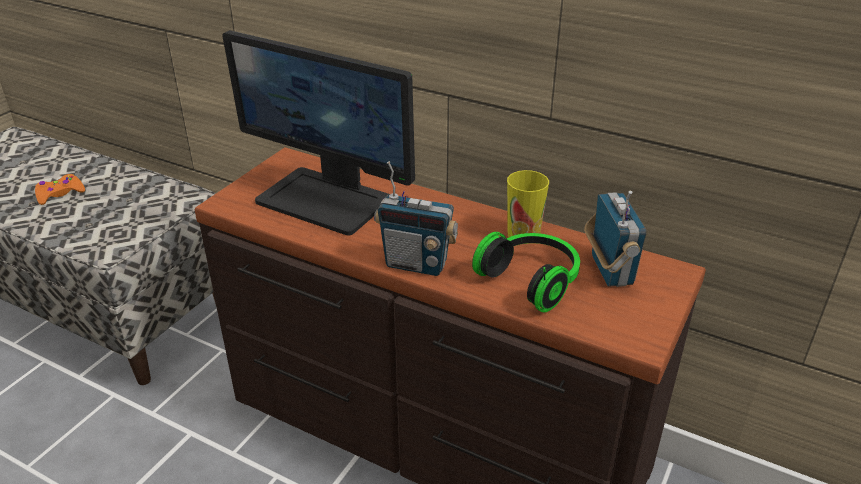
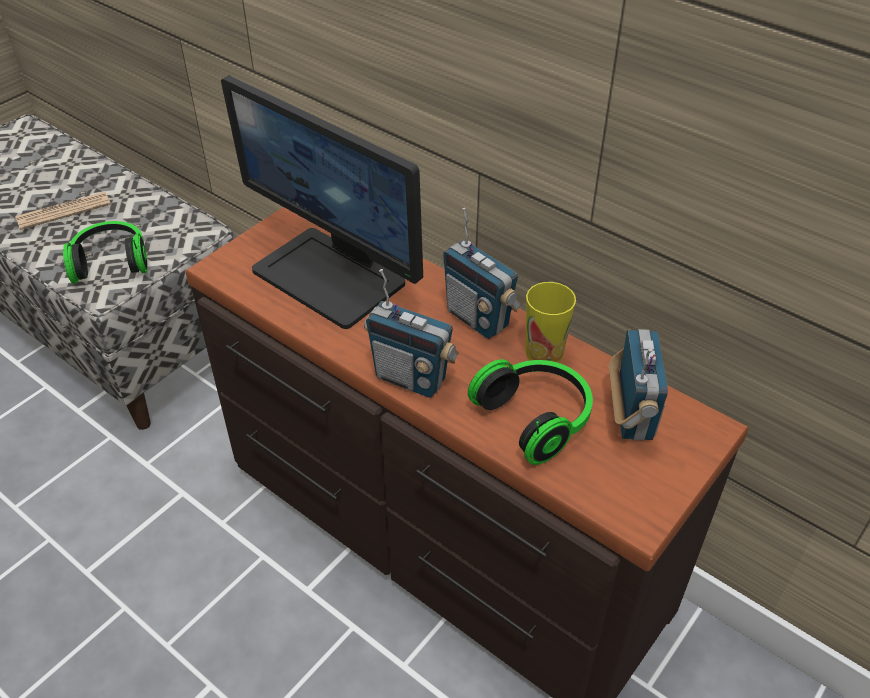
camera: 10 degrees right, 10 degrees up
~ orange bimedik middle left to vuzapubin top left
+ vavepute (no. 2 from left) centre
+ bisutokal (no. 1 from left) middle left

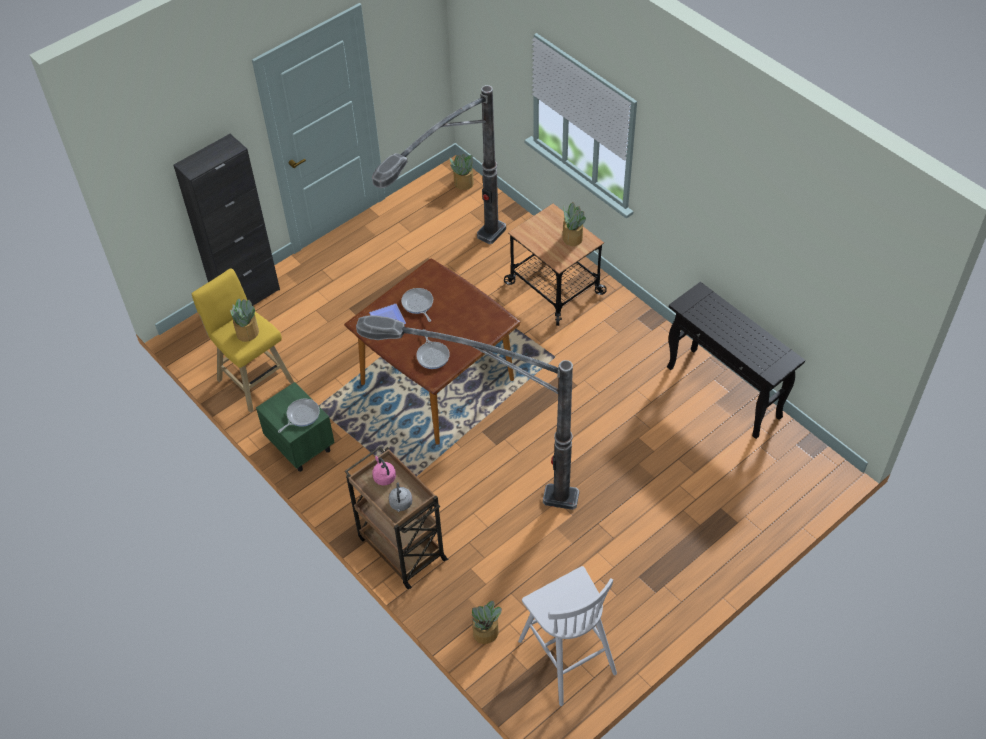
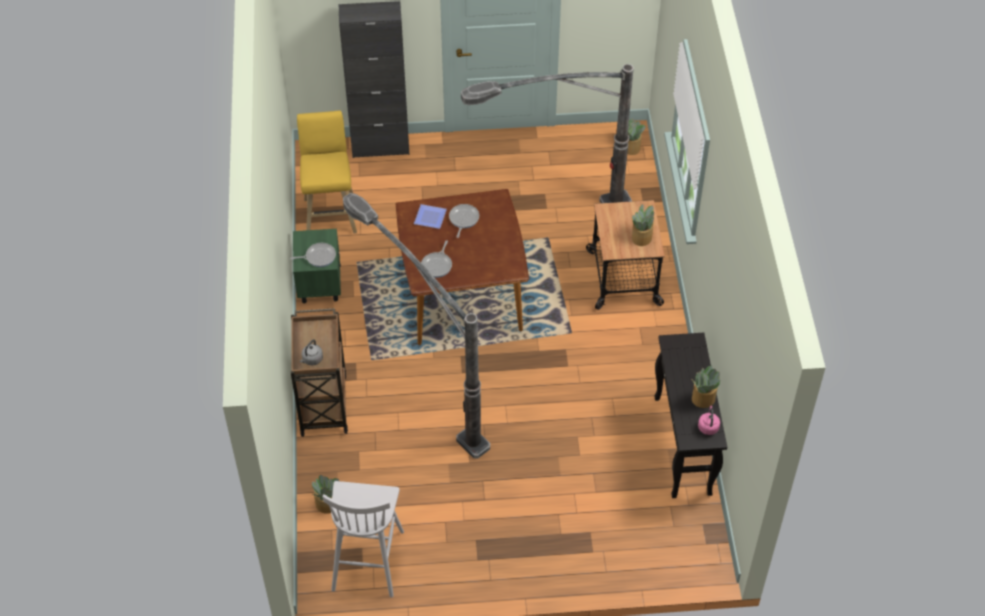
camera: 35 degrees right, 0 degrees up
~ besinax (no. 1 from left in the first image) middle left to besinax (no. 4 from left) middle right
~ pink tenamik centre to bottom right

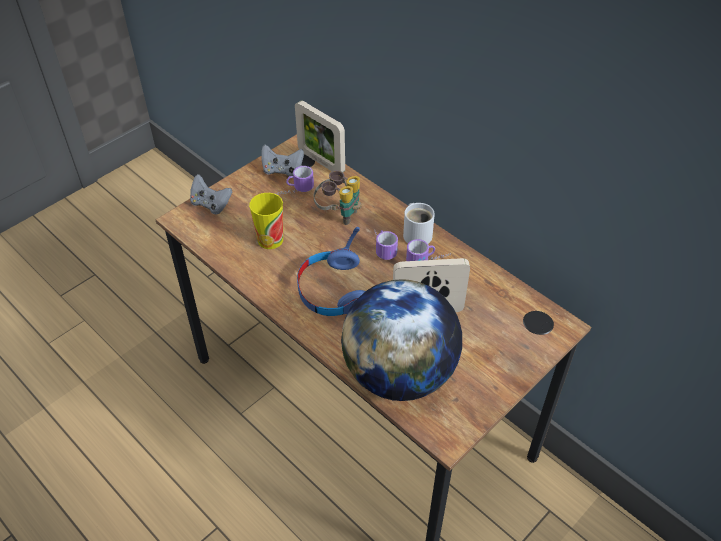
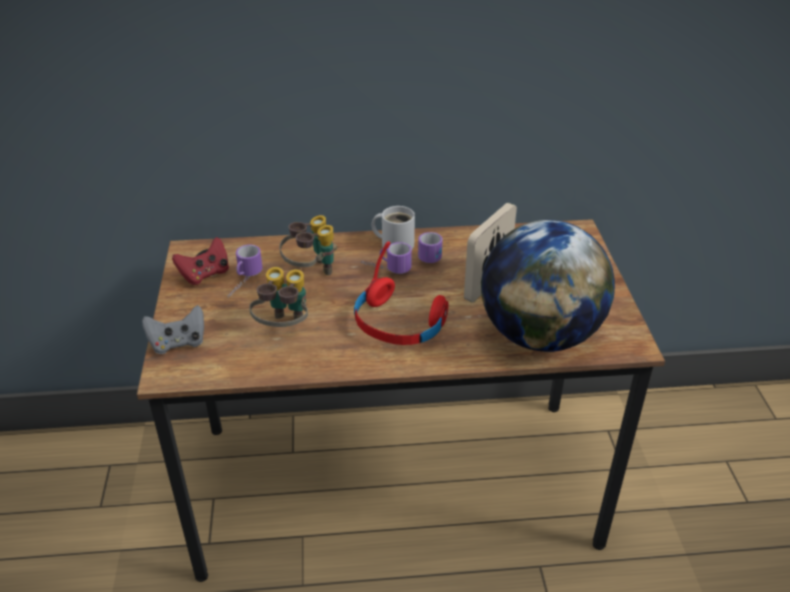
camera: 50 degrees left, 10 degrees down
- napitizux (no. 1 from left) top centre
~ grey bimedik (no. 2 from left) top centre to red bimedik middle left
~ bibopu centre to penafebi (no. 1 from left) centre
~ blue bisutokal centre to red bisutokal centre

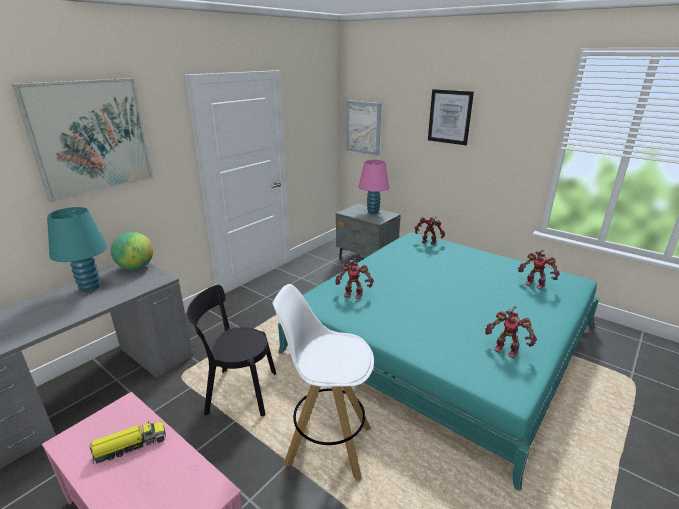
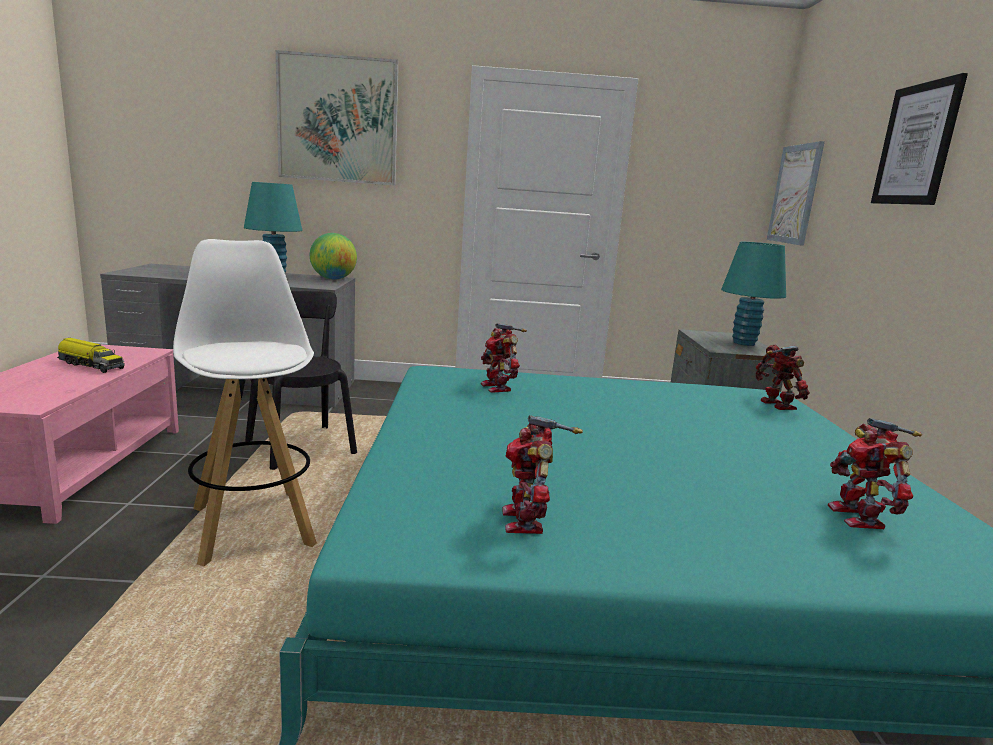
camera: 50 degrees right, 10 degrees down
~ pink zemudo centre to turquoise zemudo (no. 2 from left) middle right

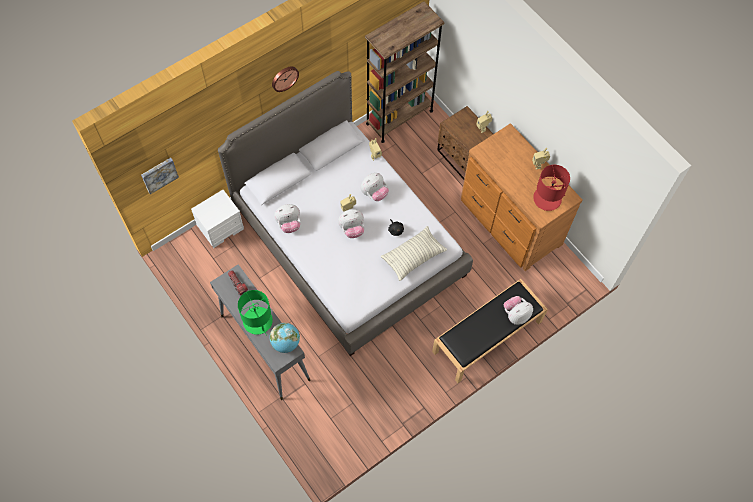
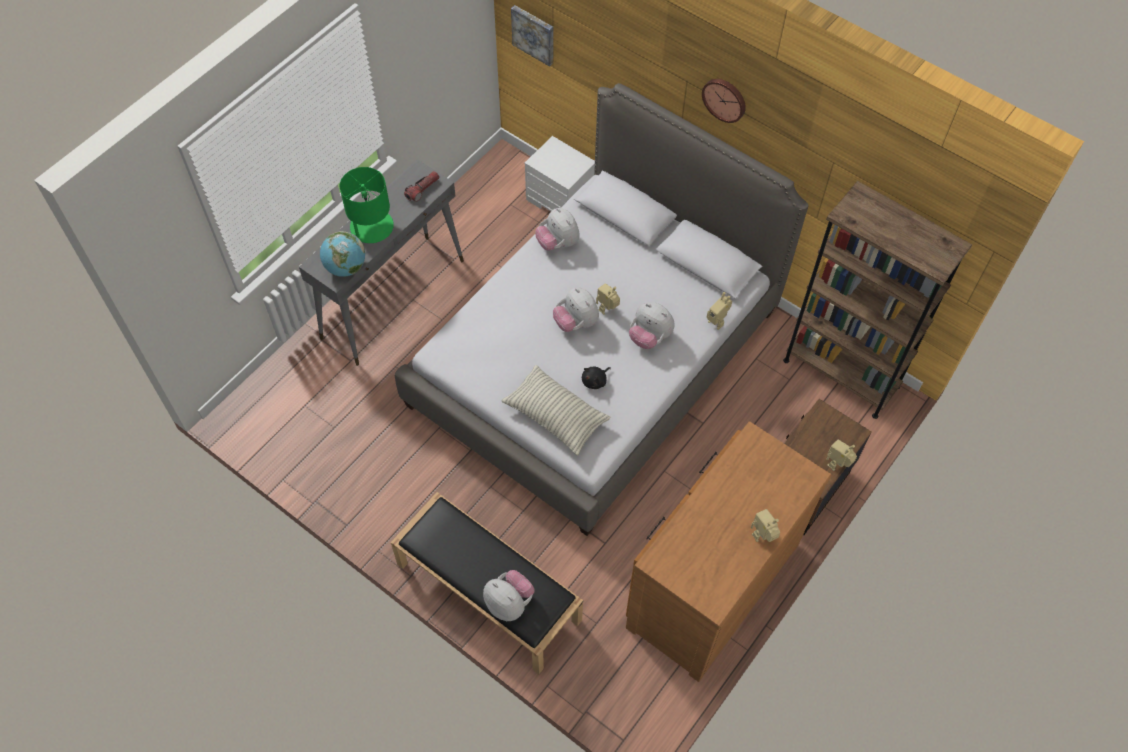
camera: 75 degrees right, 5 degrees down
- red zemudo middle right

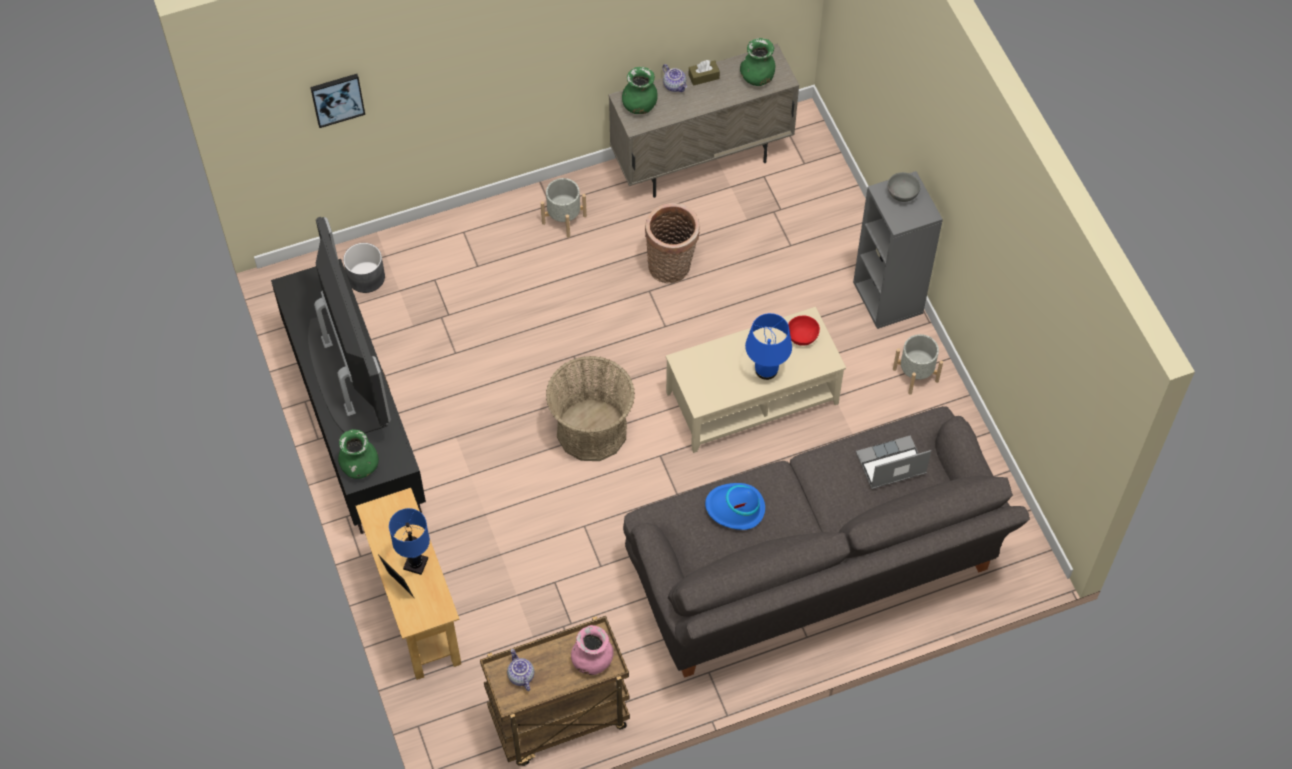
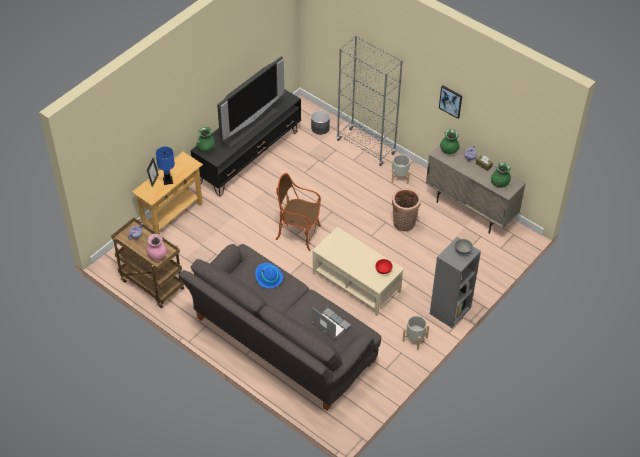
camera: 60 degrees right, 10 degrees down
~ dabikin top left to top right
- blue zemudo (no. 2 from left) centre
~ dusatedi (no. 1 from left) centre to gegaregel centre
+ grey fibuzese (no. 1 from left) top centre

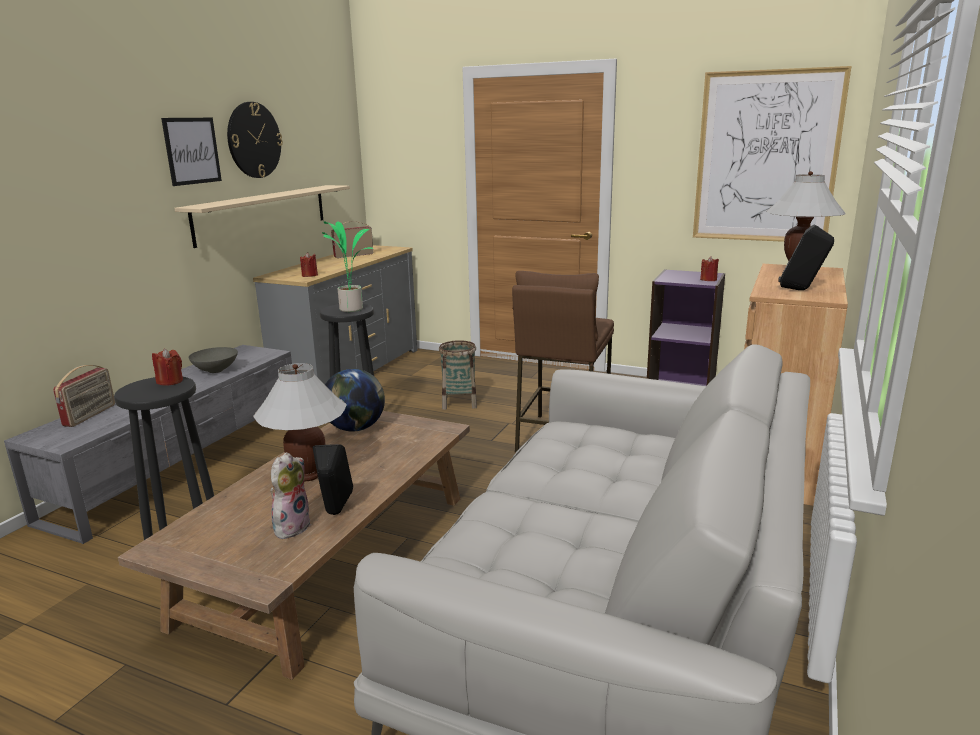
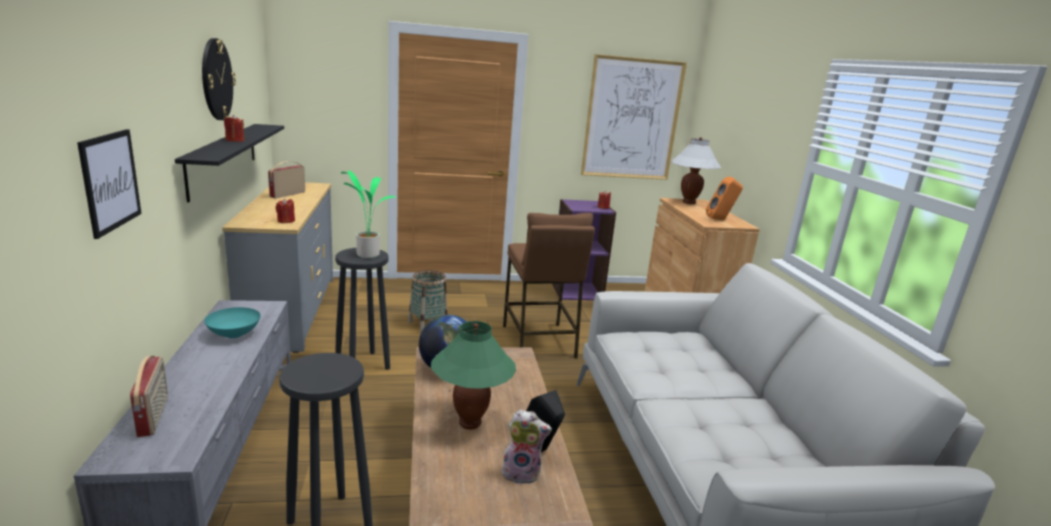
camera: 35 degrees left, 0 degrees up
~ dabikin (no. 1 from left) top left to middle left
~ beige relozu top left to black relozu top left
~ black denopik (no. 2 from left) middle right to orange denopik middle right
~ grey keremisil middle left to turquoise keremisil middle left
~ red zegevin (no. 1 from left) middle left to top left
~ white zemudo (no. 1 from left) middle left to green zemudo bottom centre
~ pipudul bottom left = bottom centre 105 degrees clockwise

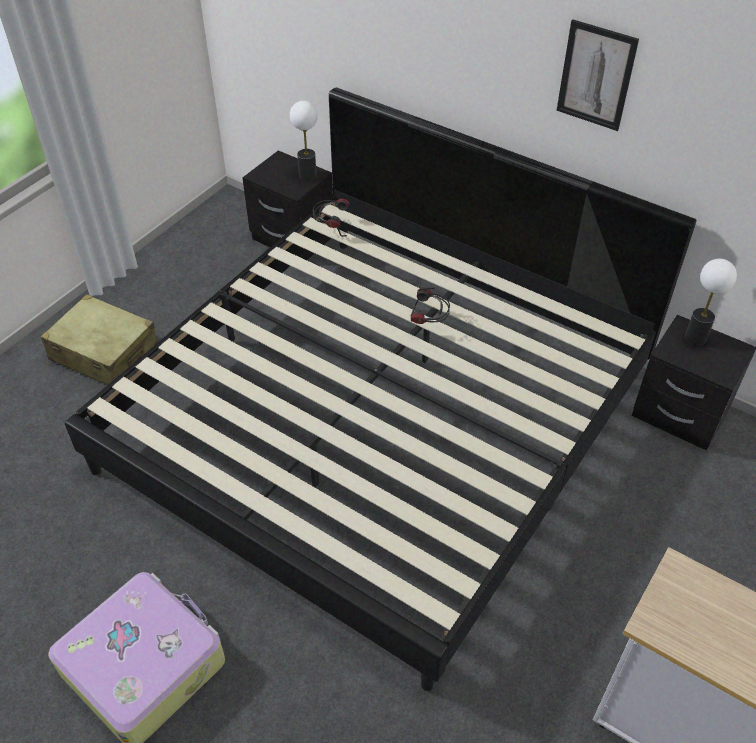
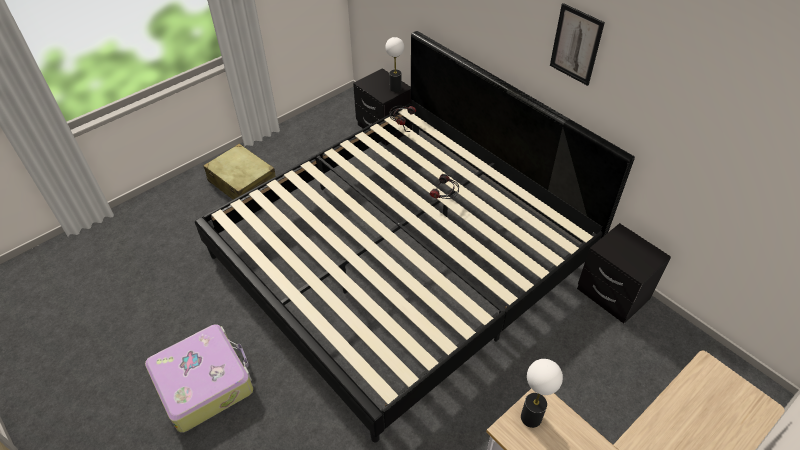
camera: 15 degrees right, 0 degrees up
~ zemudo (no. 2 from left) middle right to bottom right

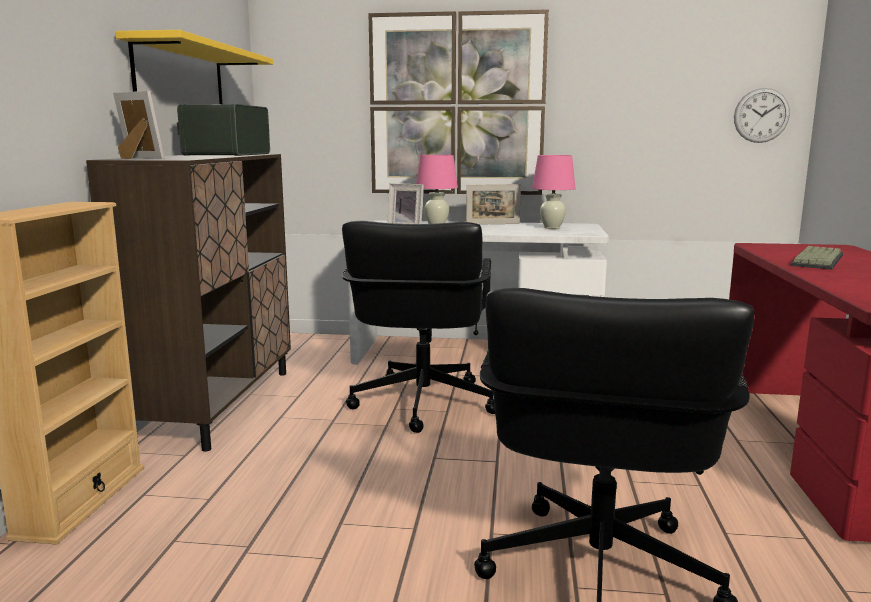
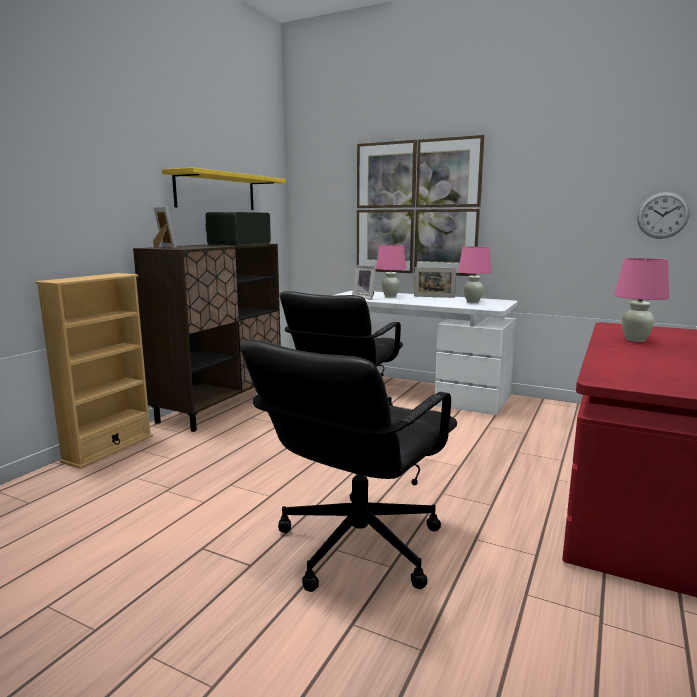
camera: 20 degrees right, 0 degrees up
~ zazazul middle right to pink zemudo (no. 3 from left) middle right

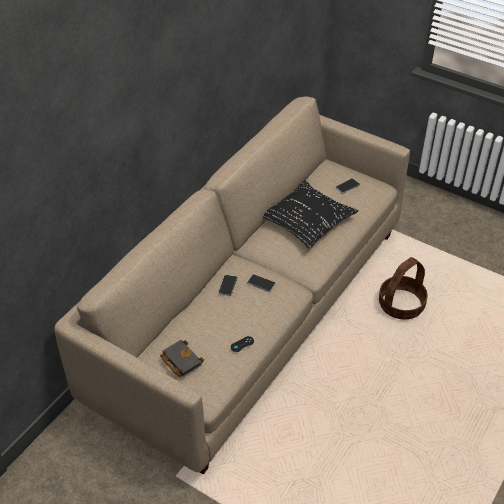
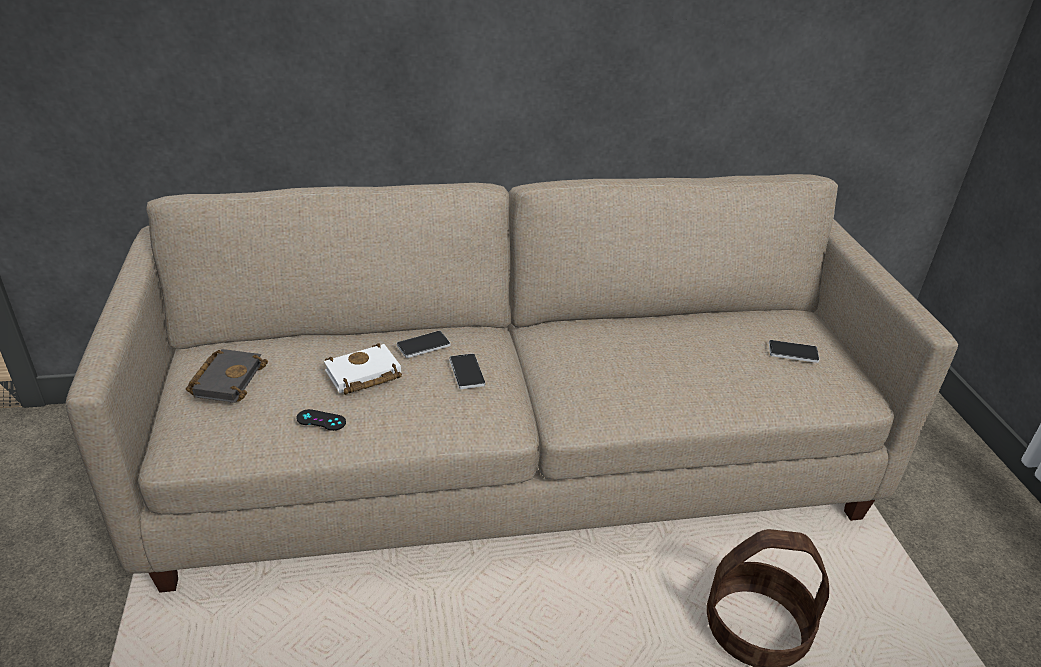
camera: 45 degrees right, 10 degrees down
- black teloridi centre
+ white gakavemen centre

